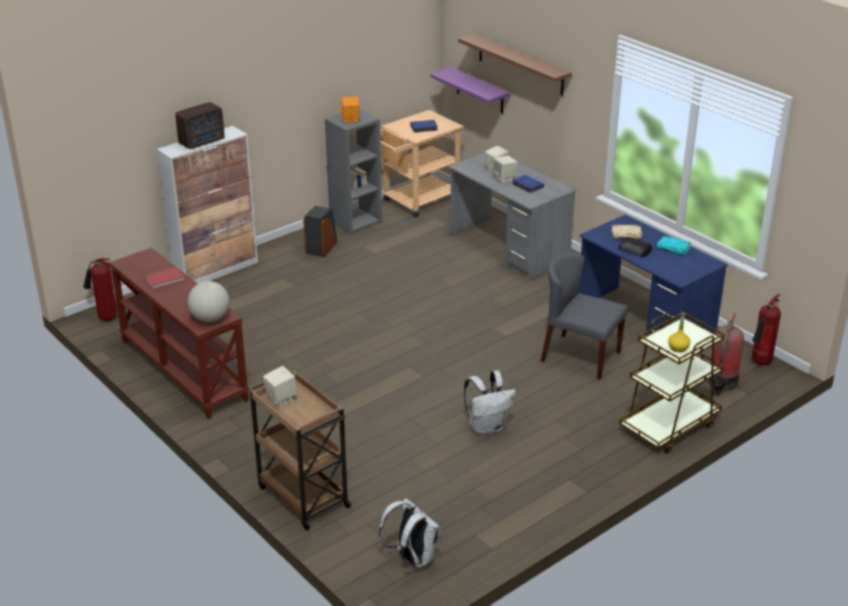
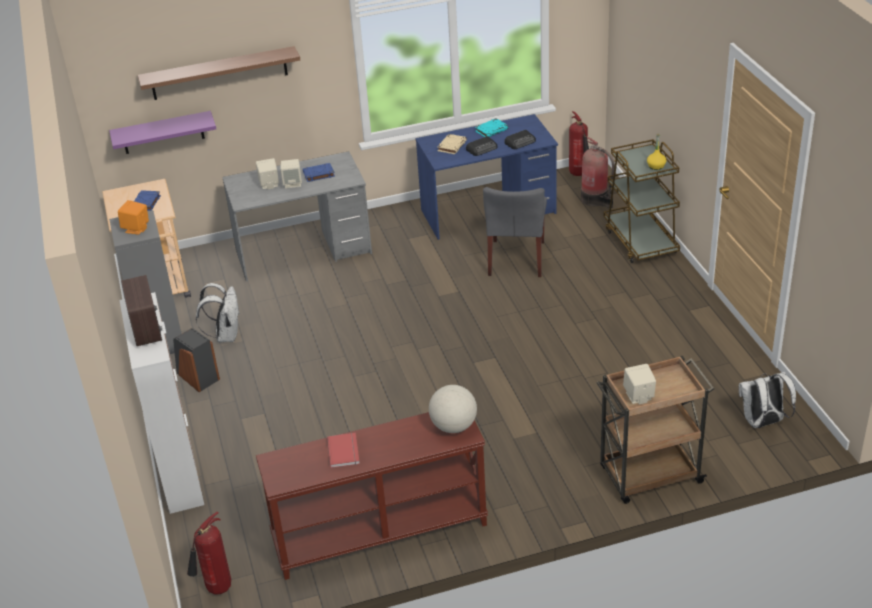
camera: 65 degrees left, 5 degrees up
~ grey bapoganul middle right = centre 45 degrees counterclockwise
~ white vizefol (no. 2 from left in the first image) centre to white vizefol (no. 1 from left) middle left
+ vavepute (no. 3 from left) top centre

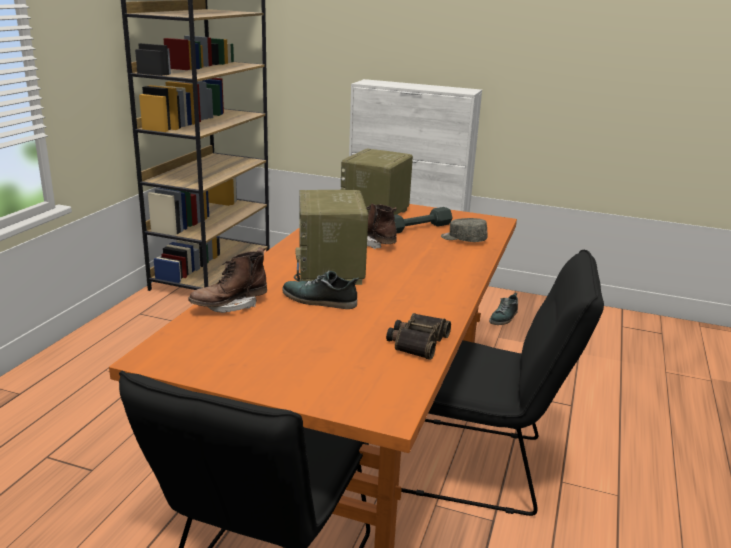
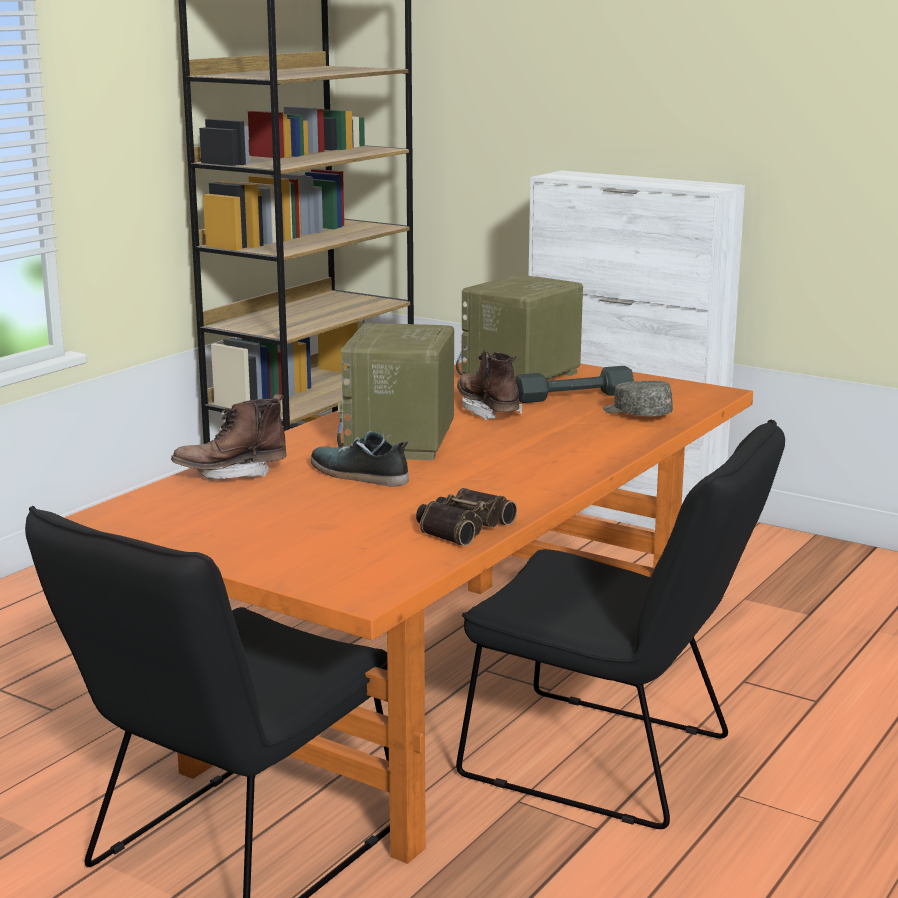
camera: 15 degrees right, 5 degrees down
- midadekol (no. 2 from left) middle right

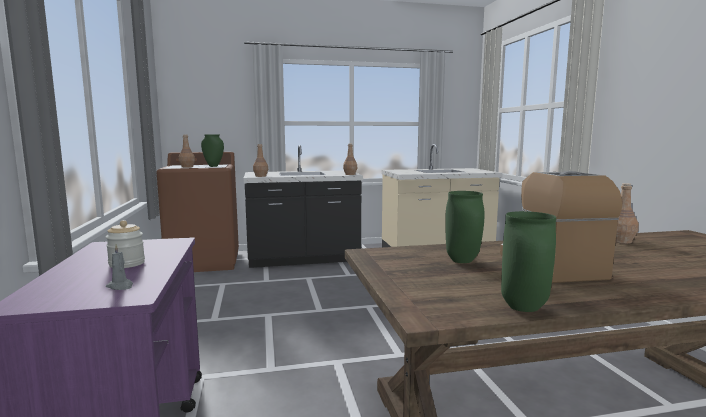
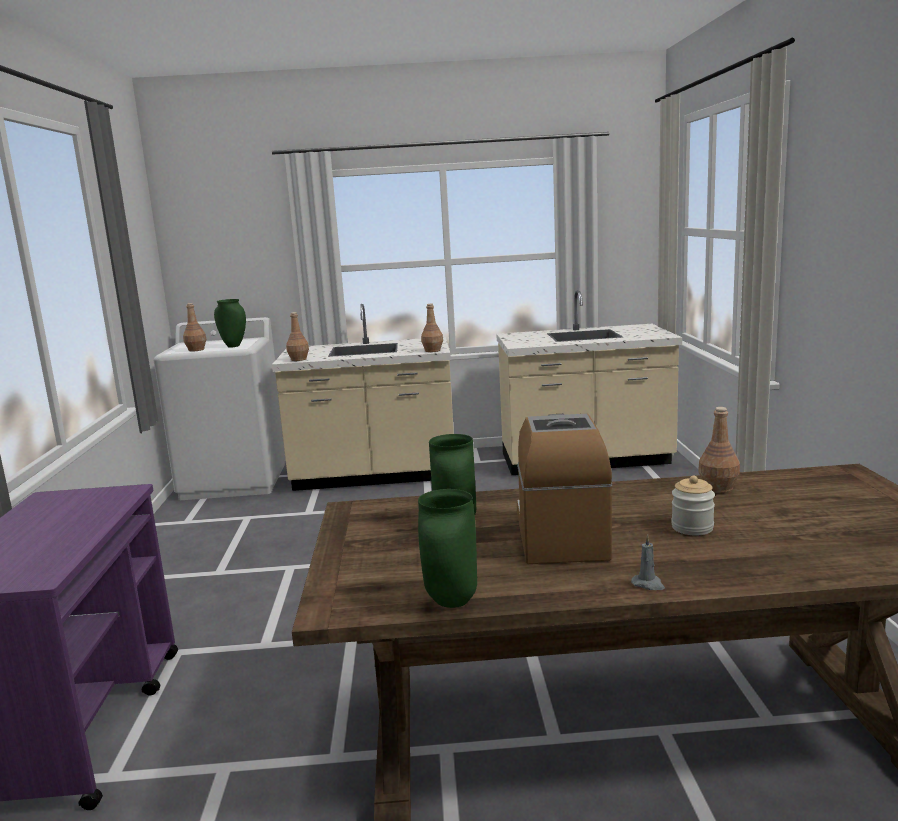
camera: 10 degrees right, 5 degrees up
~ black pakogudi centre to beige pakogudi (no. 1 from left) centre
~ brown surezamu middle left to white surezamu middle left
~ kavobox middle left to middle right
~ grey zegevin middle left to bottom right

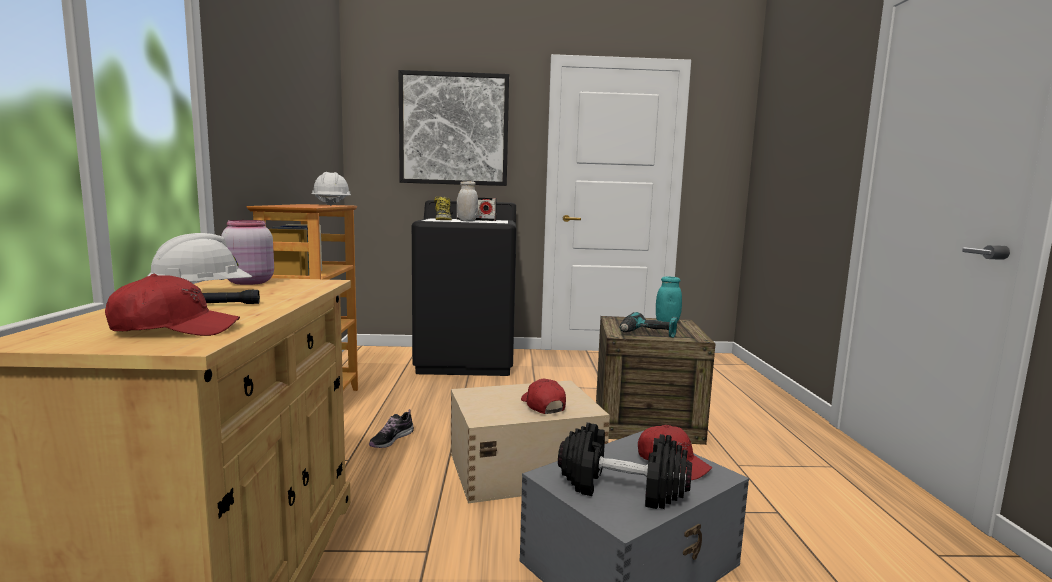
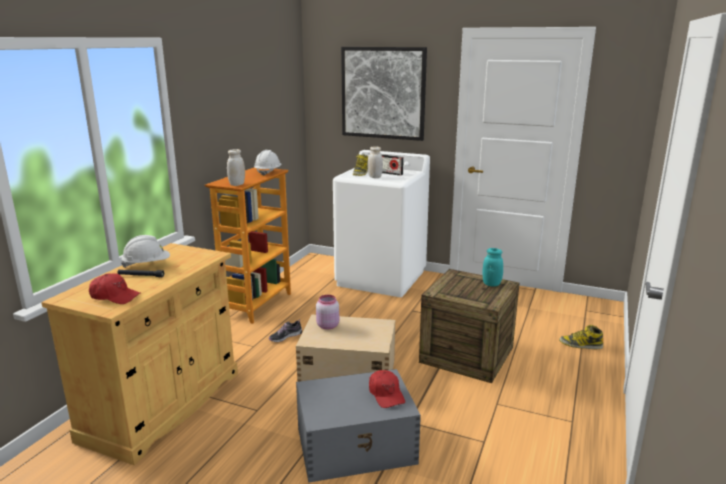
camera: 25 degrees right, 10 degrees up
~ black surezamu centre to white surezamu centre
~ pink kavobox middle left to centre
- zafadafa centre
- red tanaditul (no. 2 from left) bottom centre
- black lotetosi bottom centre
+ white kavobox (no. 1 from left) middle left
+ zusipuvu (no. 2 from left) bottom right

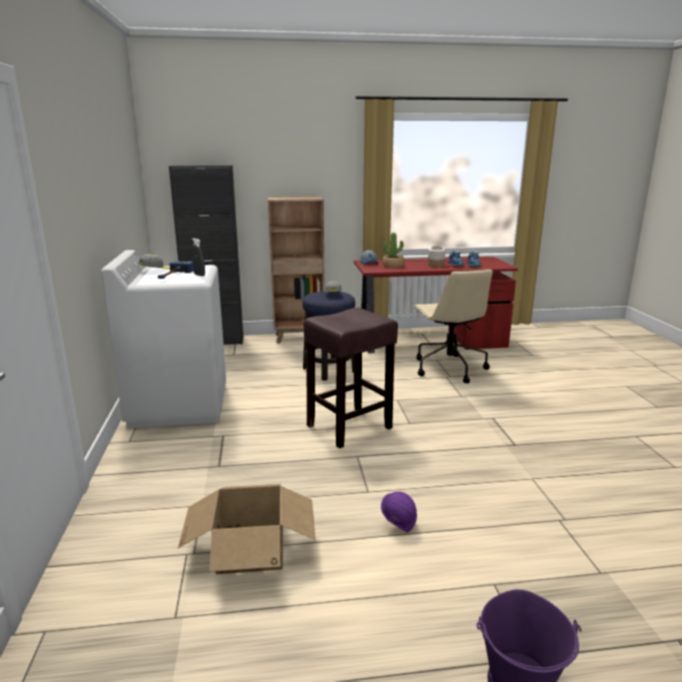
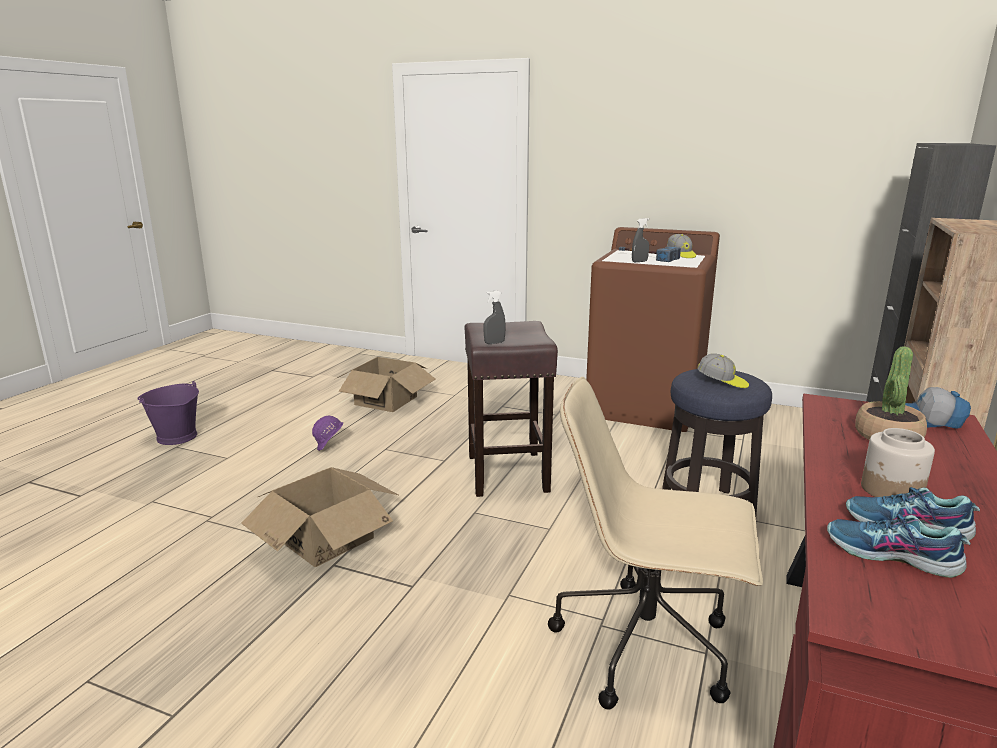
camera: 120 degrees right, 0 degrees up
~ white surezamu middle left to brown surezamu centre
+ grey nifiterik (no. 1 from left) centre
+ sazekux (no. 1 from left) bottom left

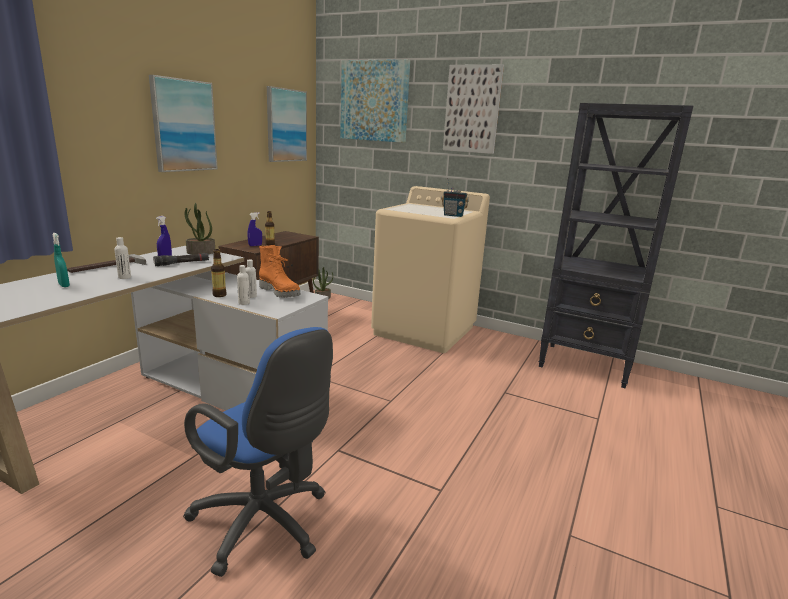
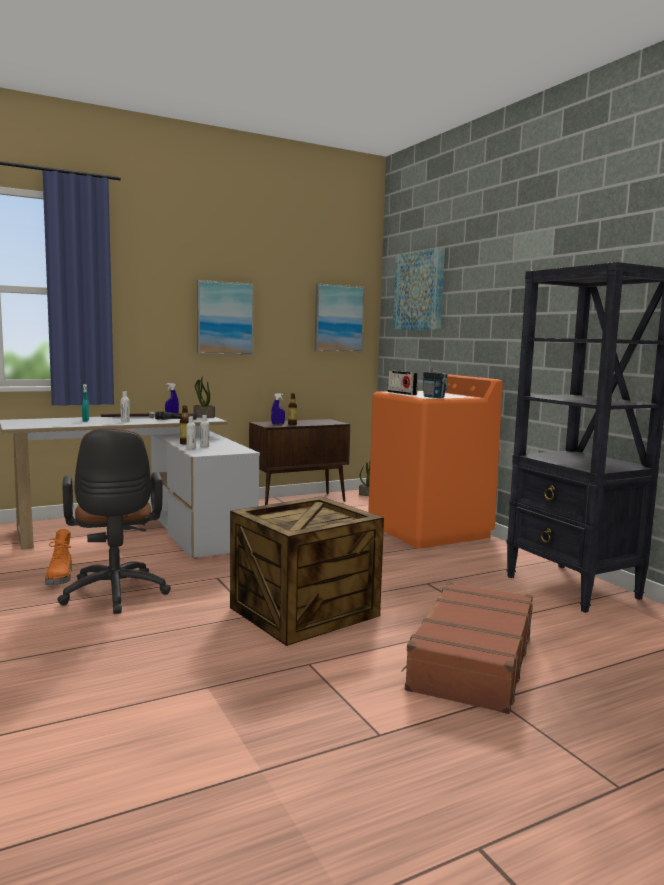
camera: 35 degrees right, 10 degrees down
- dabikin (no. 4 from left) top centre
~ beige surezamu centre to orange surezamu centre
~ orange zusipuvu centre to middle left
~ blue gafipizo bottom left to brown gafipizo middle left
+ vavepute (no. 1 from left) centre
+ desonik centre
+ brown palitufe bottom right

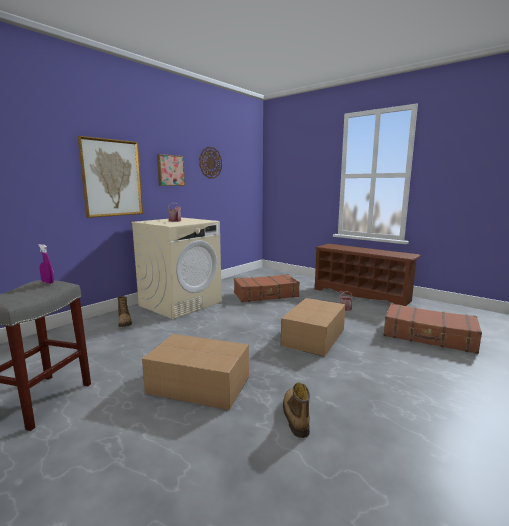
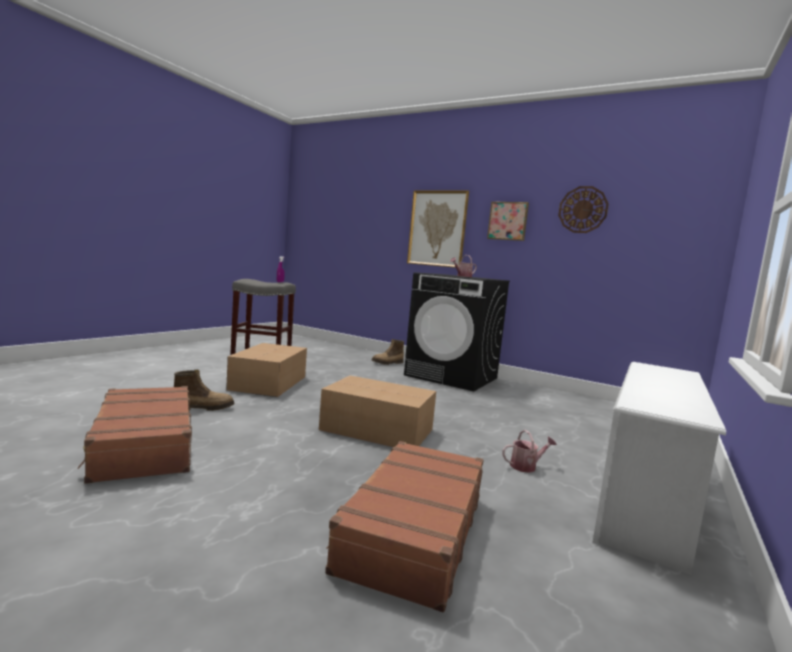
camera: 80 degrees right, 5 degrees down
~ beige surezamu centre to black surezamu centre
~ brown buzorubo middle right to white buzorubo bottom right
~ brown palitufe (no. 1 from left) centre to bottom left

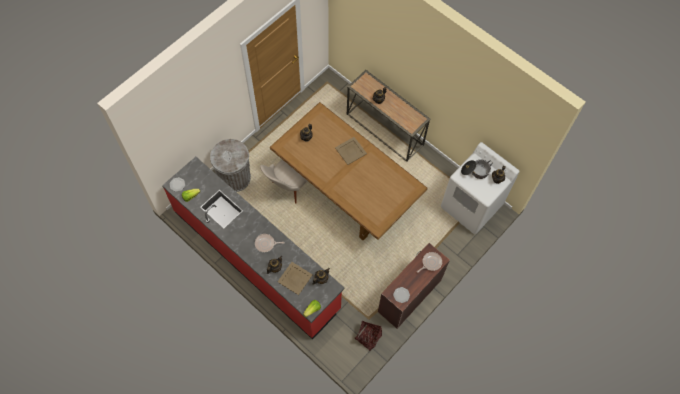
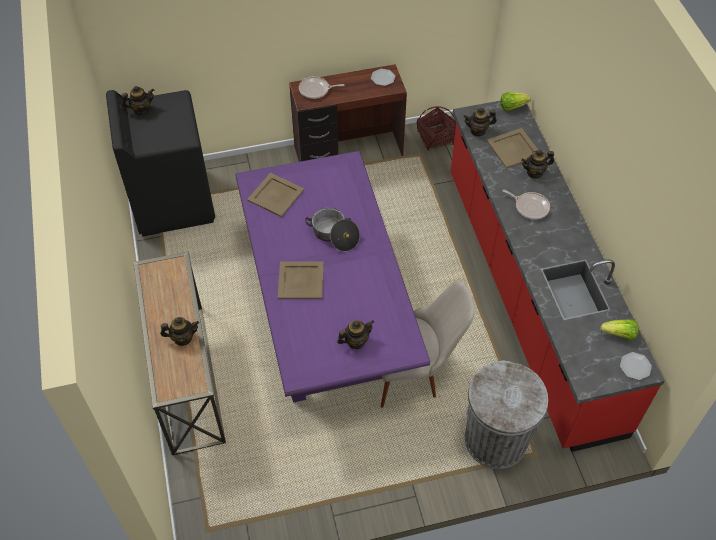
camera: 145 degrees left, 10 degrees down
~ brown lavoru centre to purple lavoru centre
~ white surezamu middle right to black surezamu top left
~ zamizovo middle right to centre
+ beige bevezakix (no. 1 from left) centre

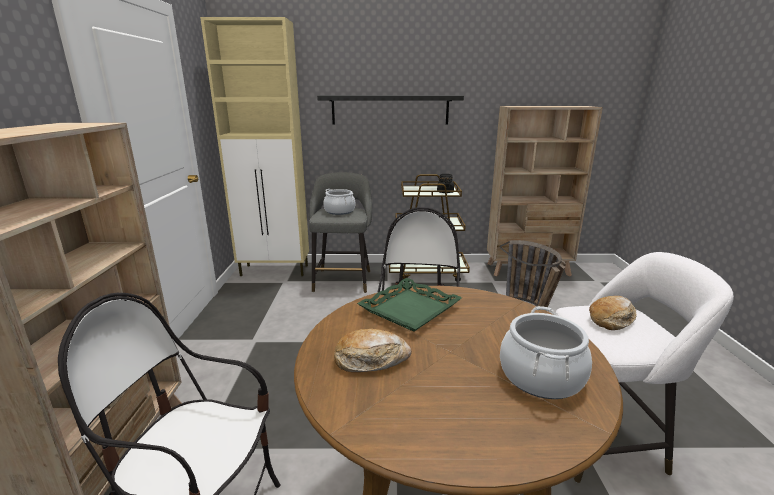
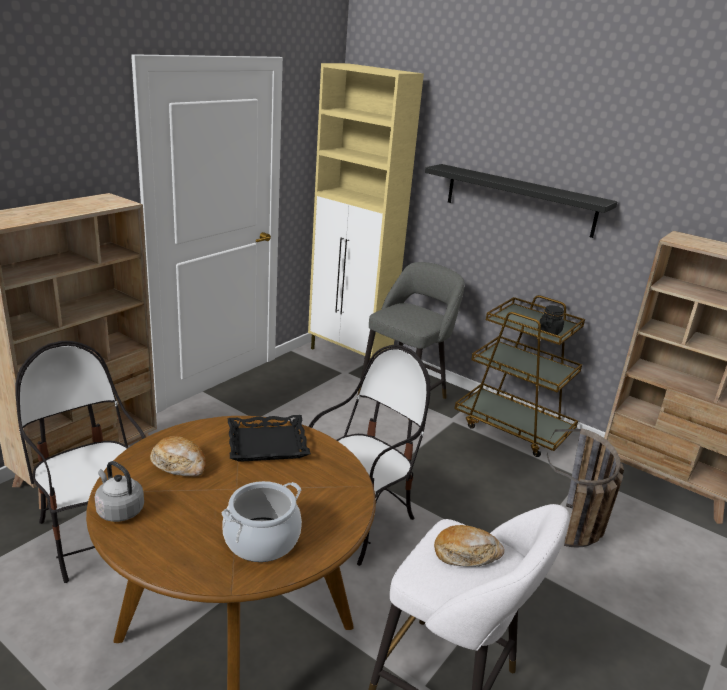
camera: 35 degrees right, 5 degrees up
- zamizovo (no. 1 from left) centre
~ green bevezakix centre to black bevezakix centre
+ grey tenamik bottom left

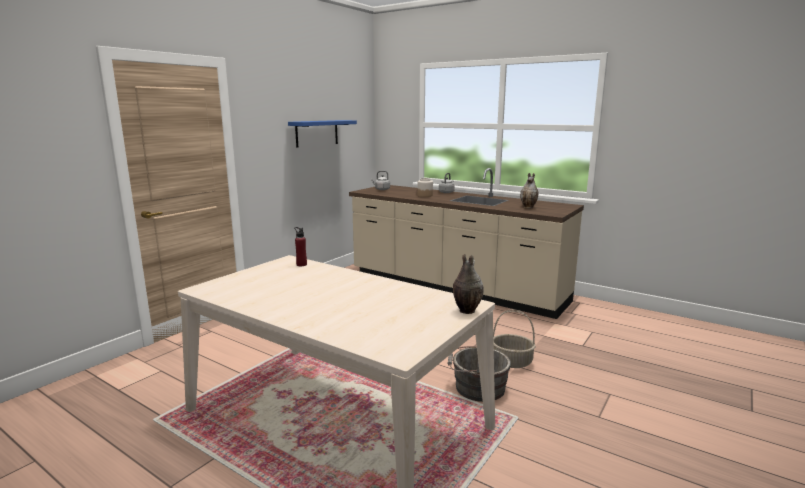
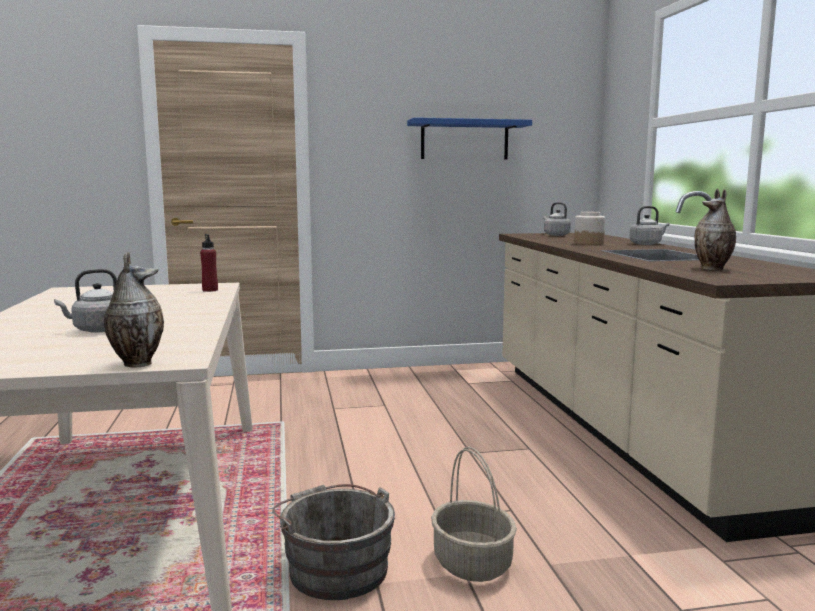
camera: 45 degrees right, 5 degrees down
+ grey tenamik (no. 1 from left) middle left

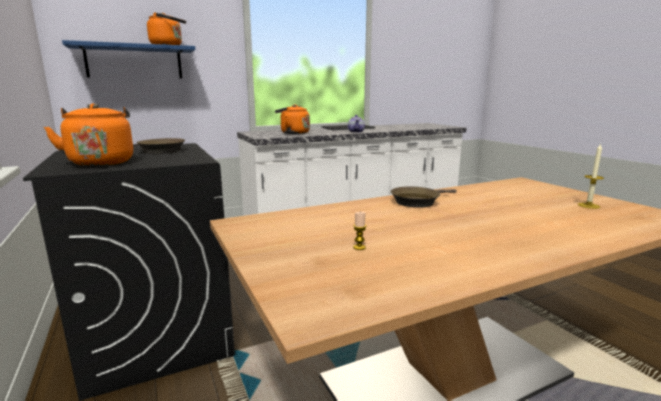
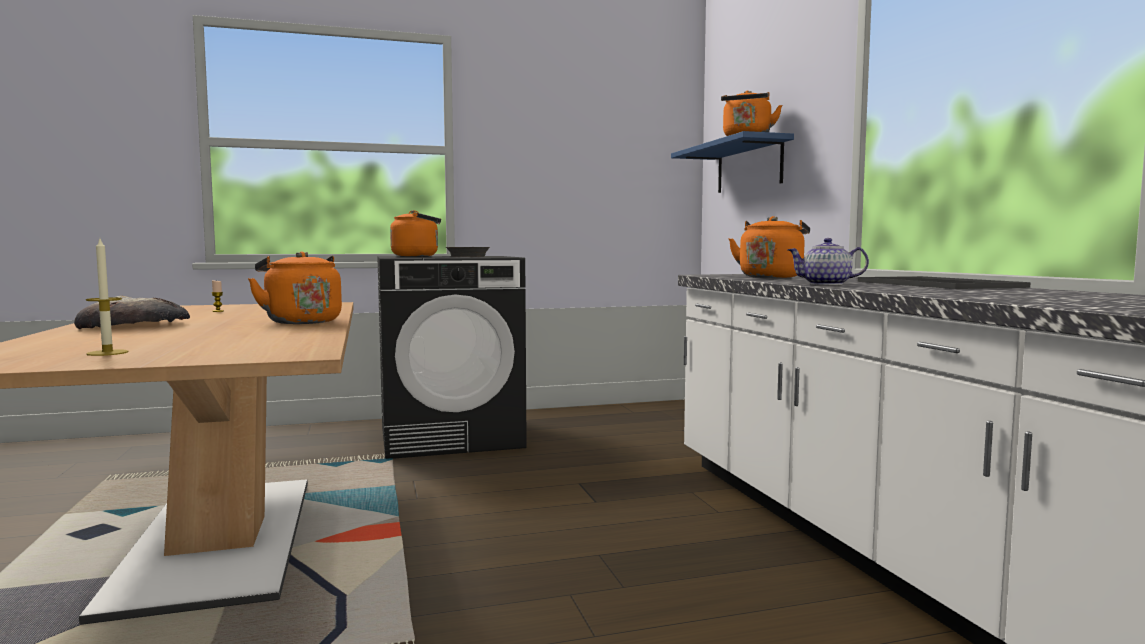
camera: 100 degrees right, 10 degrees down
~ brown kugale (no. 2 from left) centre to orange tenamik (no. 1 from left) middle left
+ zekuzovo middle left

